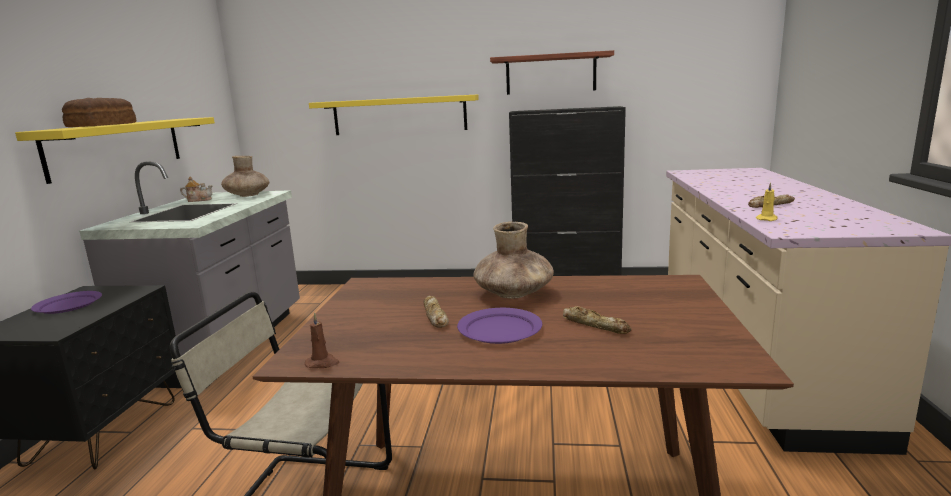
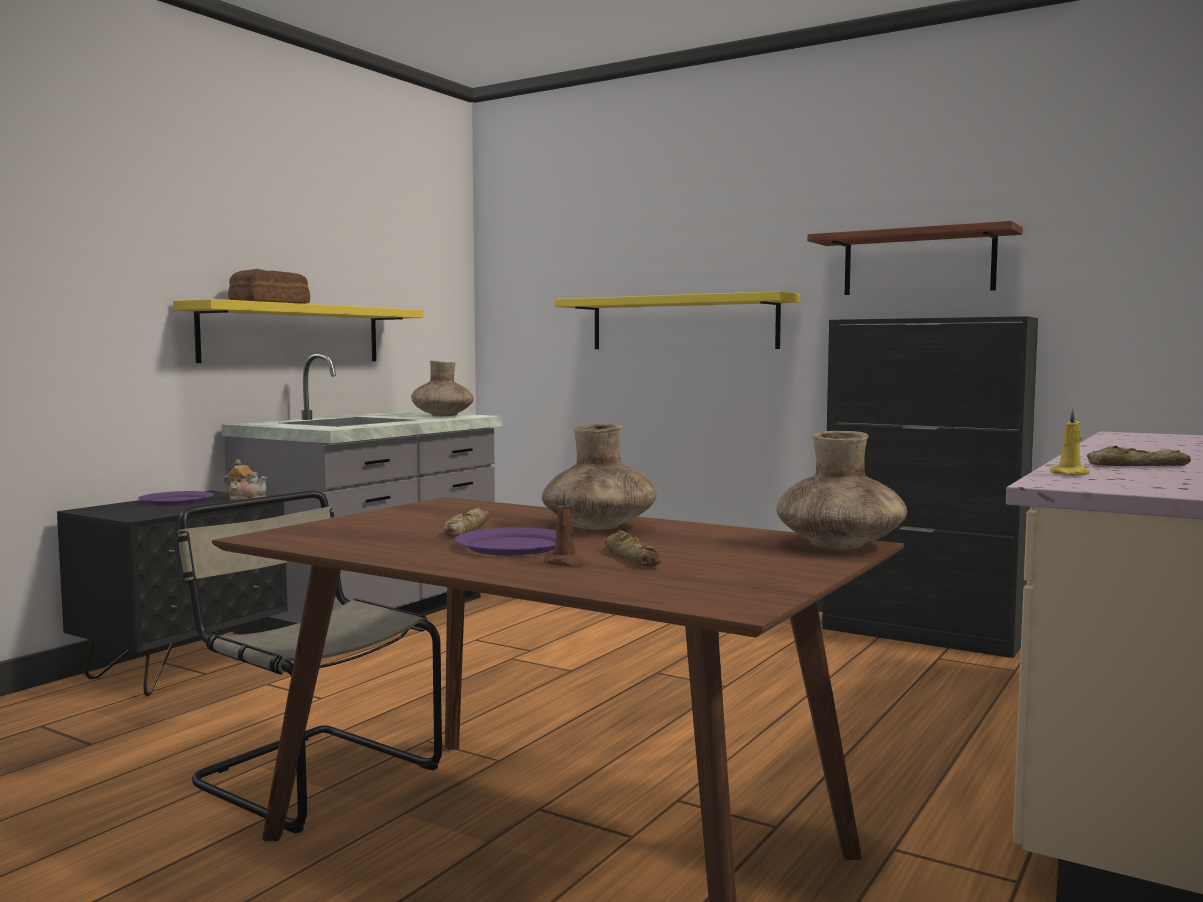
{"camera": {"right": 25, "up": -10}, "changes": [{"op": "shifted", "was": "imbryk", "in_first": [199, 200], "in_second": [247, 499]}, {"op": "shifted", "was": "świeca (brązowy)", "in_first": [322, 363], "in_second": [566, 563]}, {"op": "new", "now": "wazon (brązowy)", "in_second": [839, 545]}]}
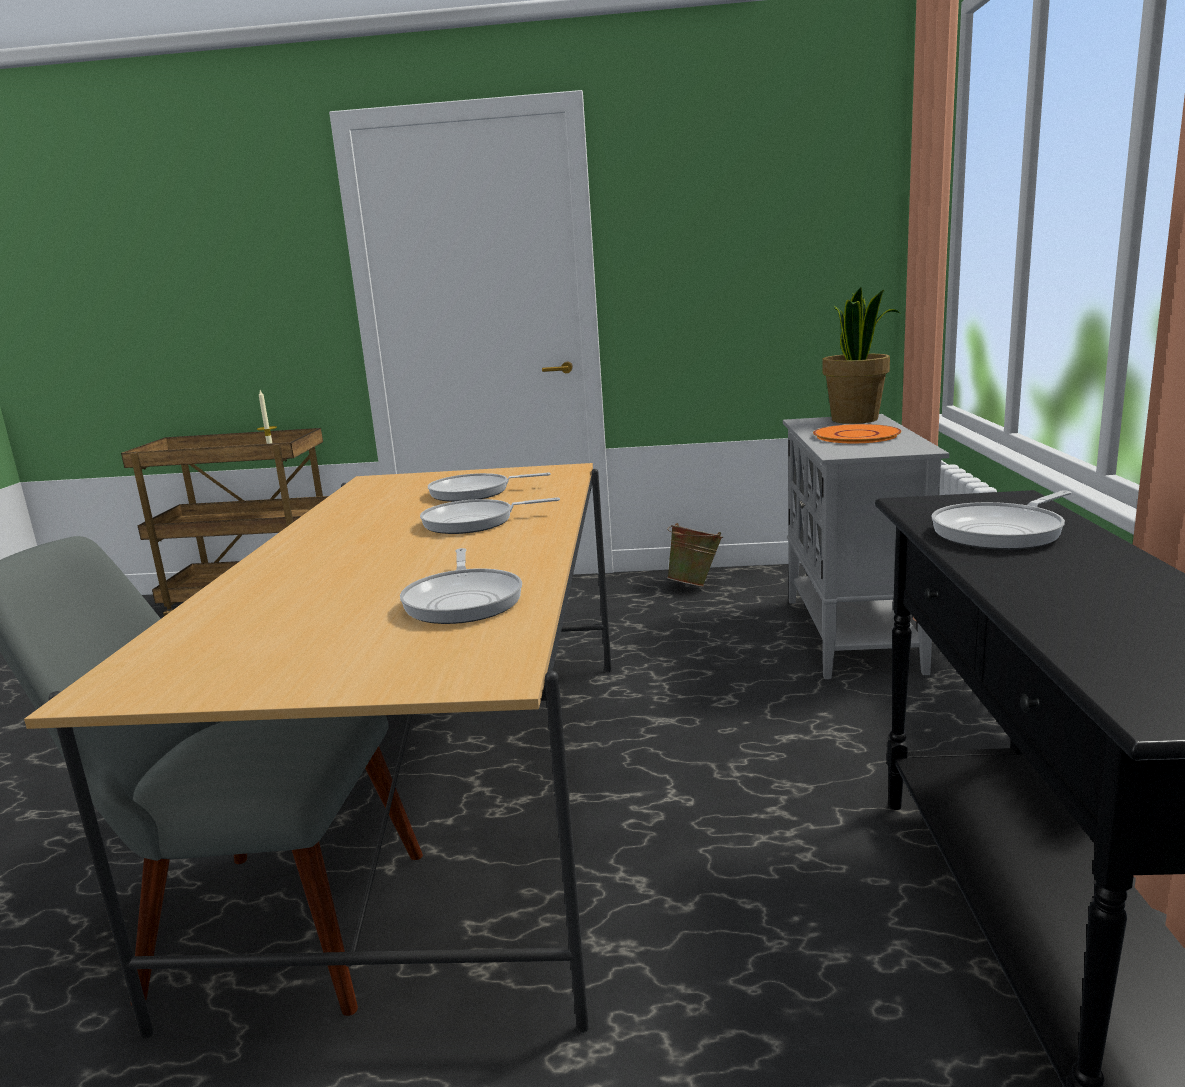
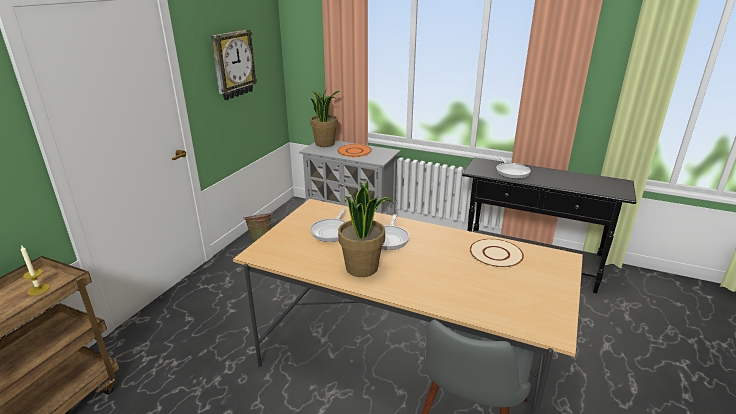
{"camera": {"right": -70, "up": 10}, "changes": [{"op": "swapped", "was": "patelnia", "now": "talerz (beżowy)", "in_first": [464, 601], "in_second": [495, 254]}, {"op": "new", "now": "zegar ścienny", "in_second": [233, 64]}, {"op": "new", "now": "roślina doniczkowa", "in_second": [362, 268]}]}
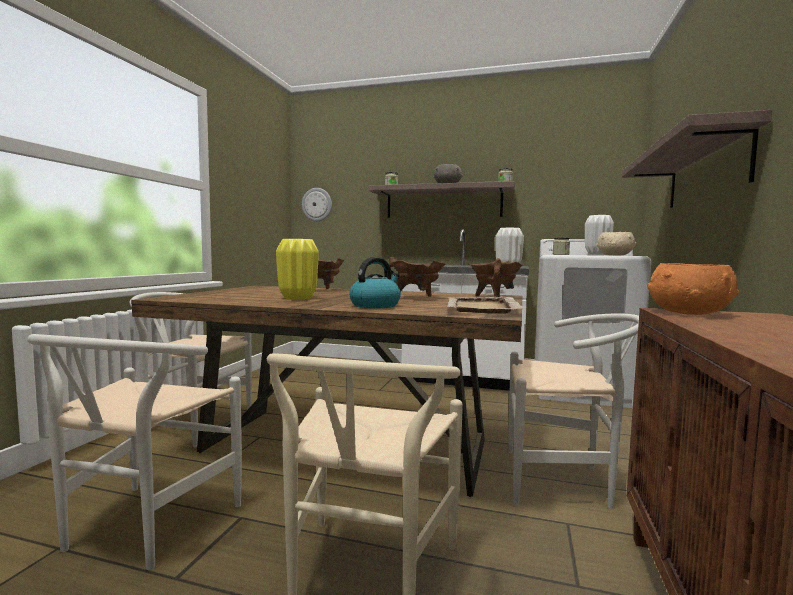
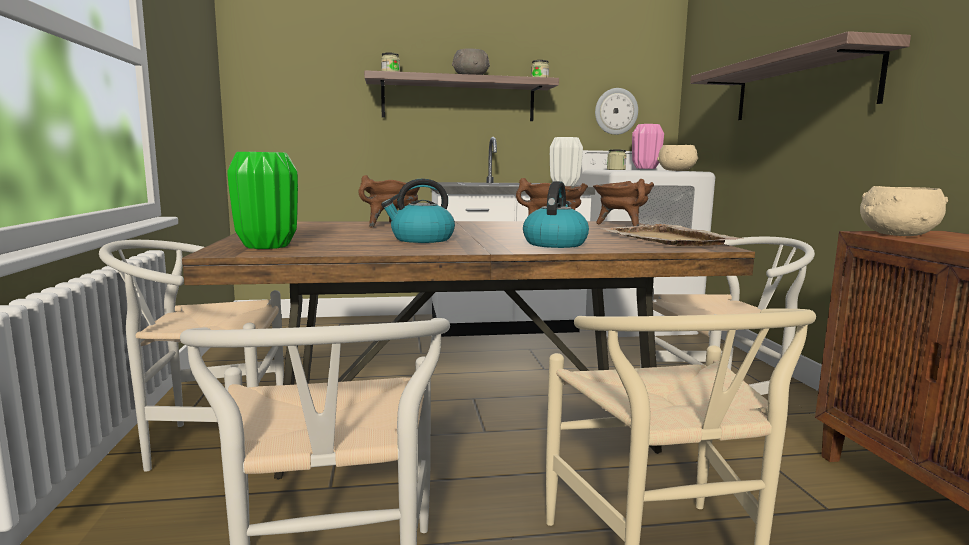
{"camera": {"right": -25, "up": 5}, "changes": [{"op": "shifted", "was": "zegar ścienny", "in_first": [317, 204], "in_second": [616, 111]}, {"op": "repainted", "was": "wazon (biały)", "now": "wazon (różowy)", "in_first": [597, 254], "in_second": [645, 168]}, {"op": "swapped", "was": "wazon (żółty)", "now": "czajnik", "in_first": [298, 298], "in_second": [421, 239]}, {"op": "repainted", "was": "miska (pomarańczowy)", "now": "miska (beżowy)", "in_first": [687, 313], "in_second": [896, 234]}, {"op": "new", "now": "wazon (zielony)", "in_second": [267, 246]}]}
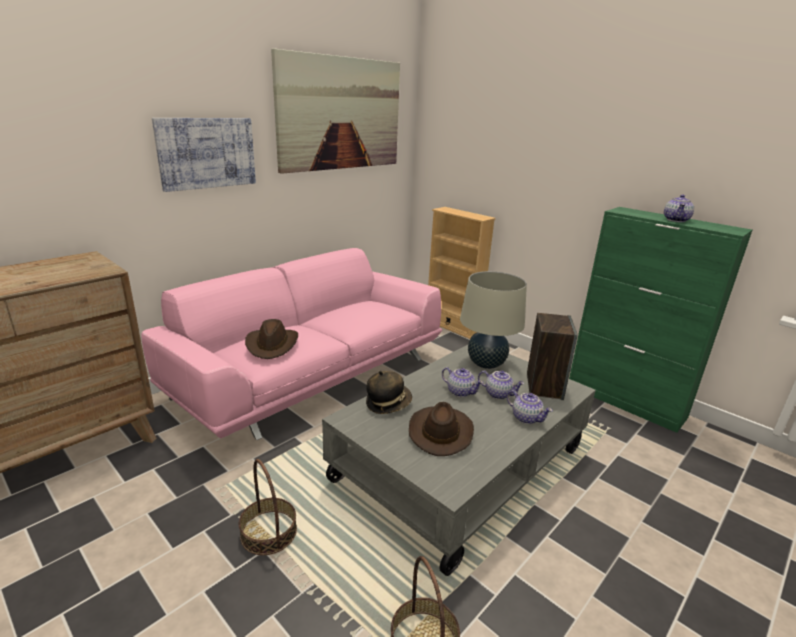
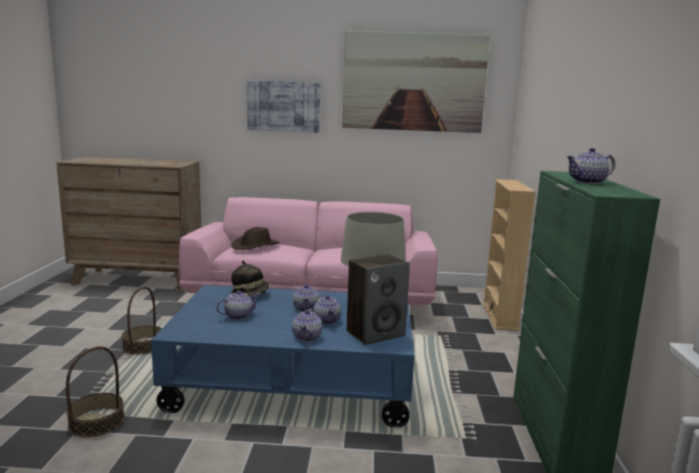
{"camera": {"right": 50, "up": -10}, "changes": [{"op": "repainted", "was": "ława (szary)", "now": "ława (niebieski)", "in_first": [460, 464], "in_second": [293, 381]}, {"op": "swapped", "was": "kapelusz (brązowy)", "now": "imbryk", "in_first": [440, 432], "in_second": [238, 315]}]}
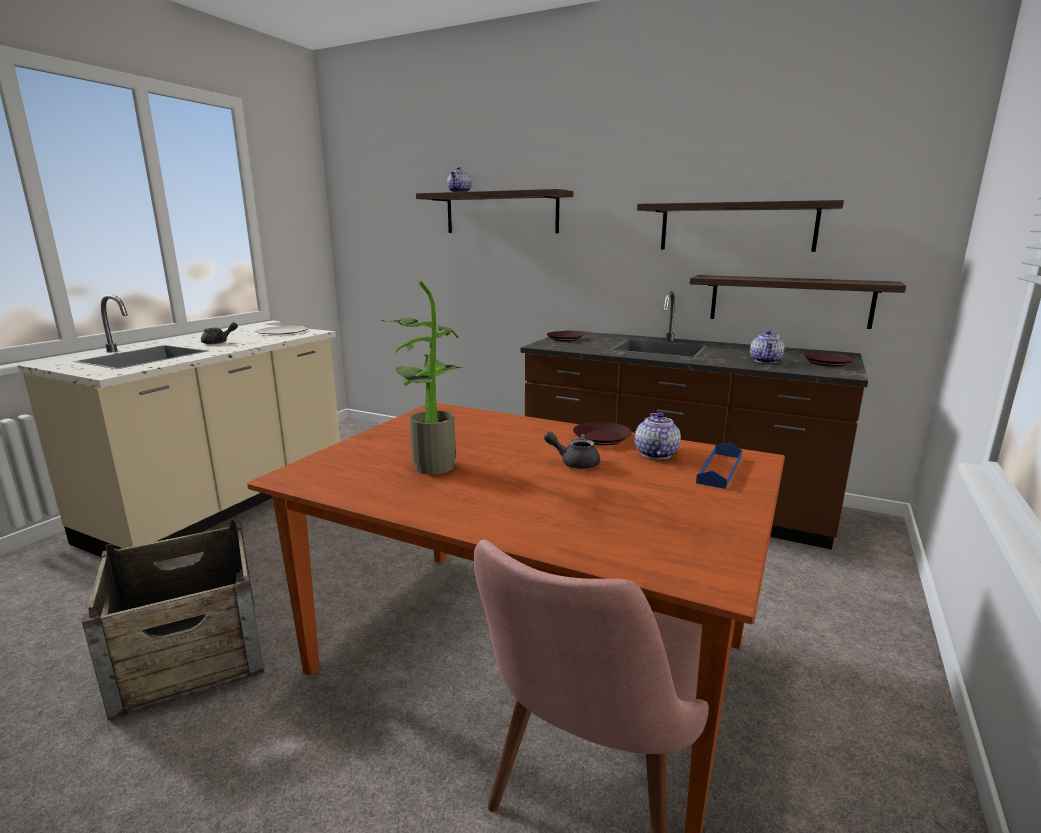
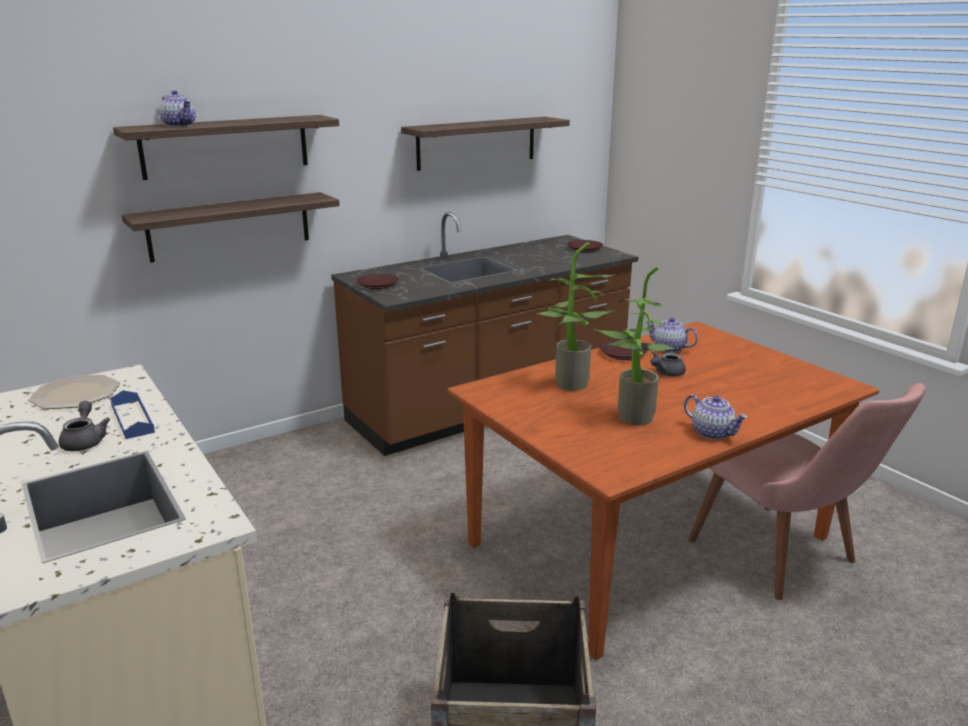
{"camera": {"right": -60, "up": 5}, "changes": [{"op": "shifted", "was": "półka", "in_first": [789, 301], "in_second": [230, 226]}, {"op": "shifted", "was": "imbryk", "in_first": [766, 361], "in_second": [713, 433]}, {"op": "shifted", "was": "taca (niebieski)", "in_first": [719, 470], "in_second": [132, 418]}, {"op": "new", "now": "roślina doniczkowa", "in_second": [569, 386]}]}
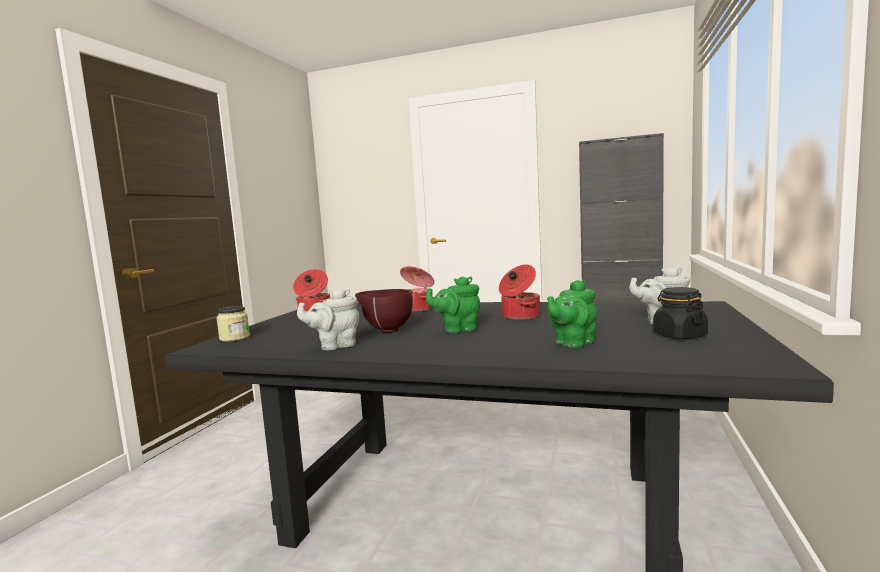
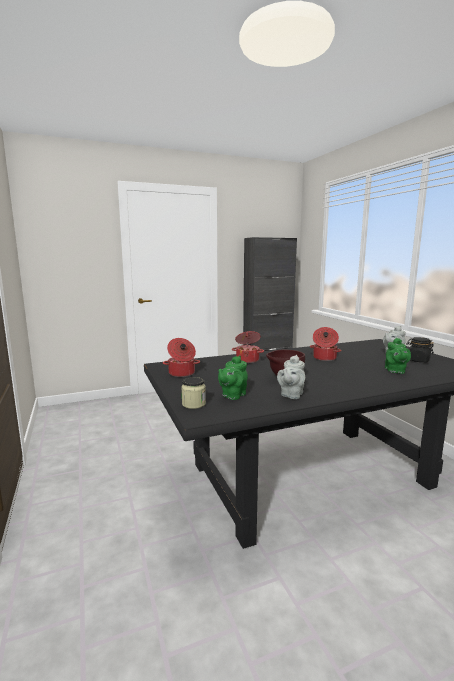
{"camera": {"right": -40, "up": 5}, "changes": [{"op": "shifted", "was": "imbryk (zielony)", "in_first": [457, 329], "in_second": [232, 395]}]}
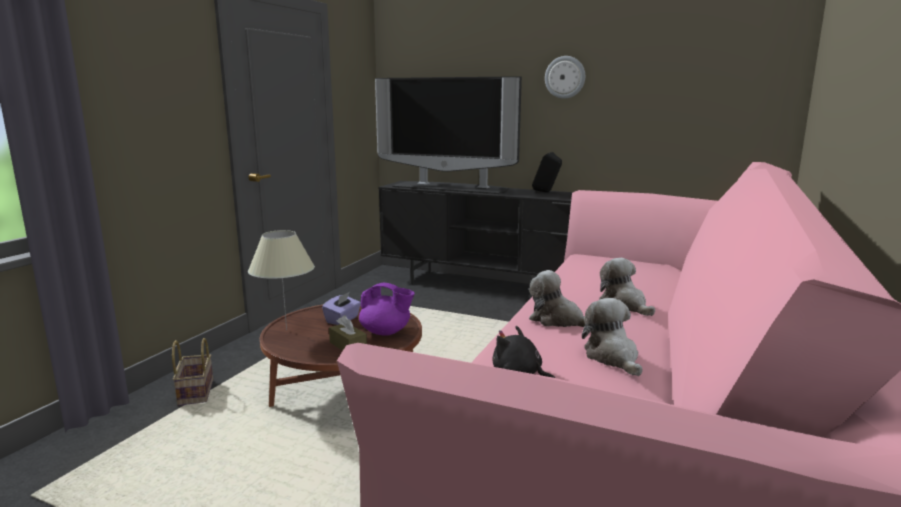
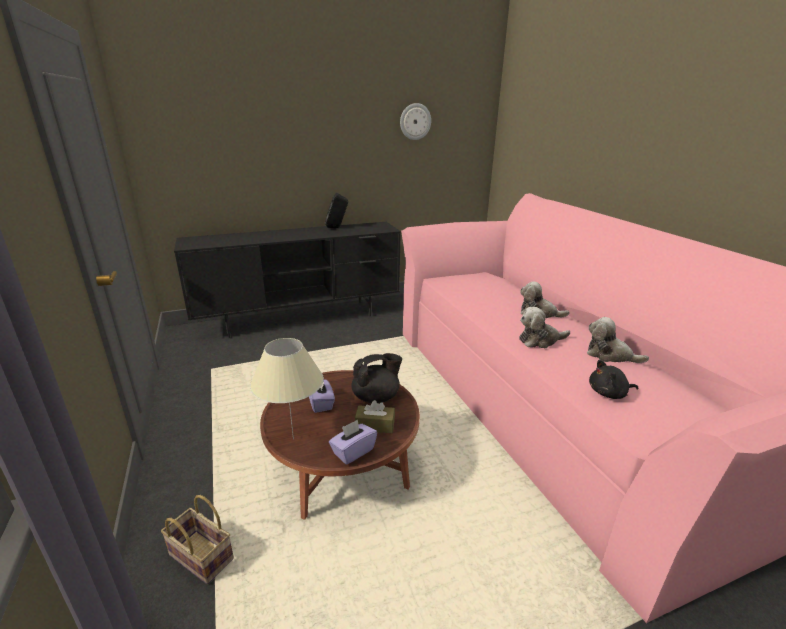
{"camera": {"right": -45, "up": 10}, "changes": [{"op": "shifted", "was": "zegar ścienny", "in_first": [565, 77], "in_second": [415, 121]}, {"op": "gone", "was": "telewizor", "in_first": [451, 187]}, {"op": "repainted", "was": "imbryk (fioletowy)", "now": "imbryk (czarny)", "in_first": [386, 332], "in_second": [376, 397]}, {"op": "new", "now": "pudełko chusteczek (fioletowy)", "in_second": [353, 451]}]}
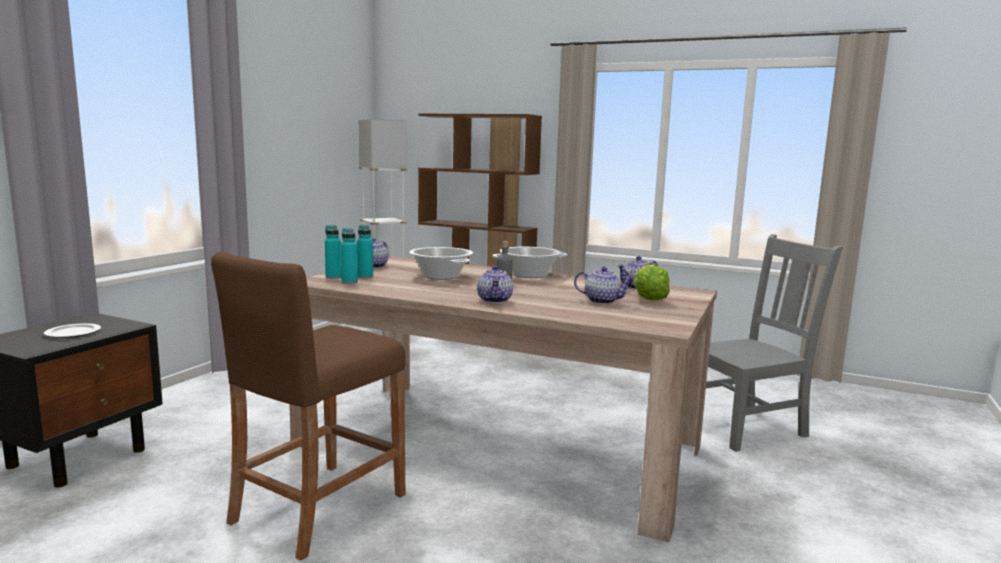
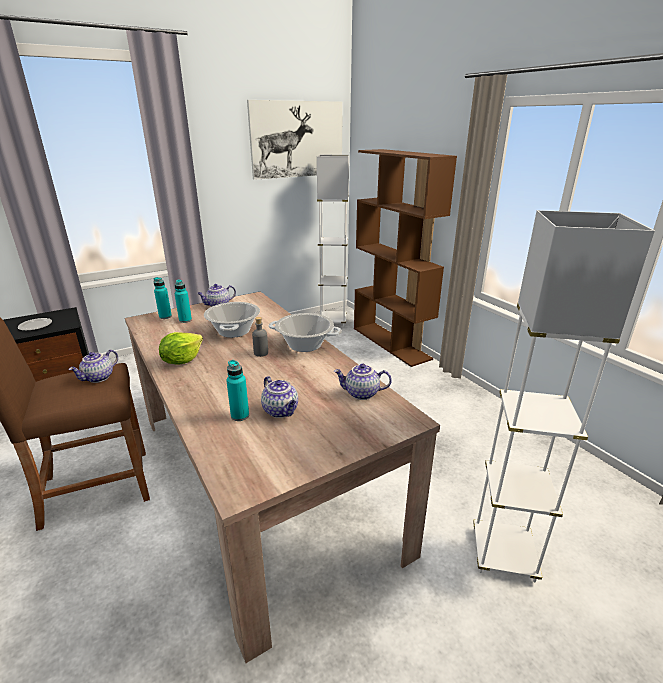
{"camera": {"right": 35, "up": 15}, "changes": [{"op": "shifted", "was": "butelka (turkusowy)", "in_first": [349, 282], "in_second": [240, 416]}, {"op": "swapped", "was": "krzesło (szary)", "now": "lampa stojąca (biały)", "in_first": [747, 427], "in_second": [503, 554]}, {"op": "shifted", "was": "imbryk", "in_first": [495, 300], "in_second": [98, 378]}, {"op": "shifted", "was": "sałata", "in_first": [648, 299], "in_second": [182, 360]}, {"op": "new", "now": "obraz", "in_second": [297, 139]}]}
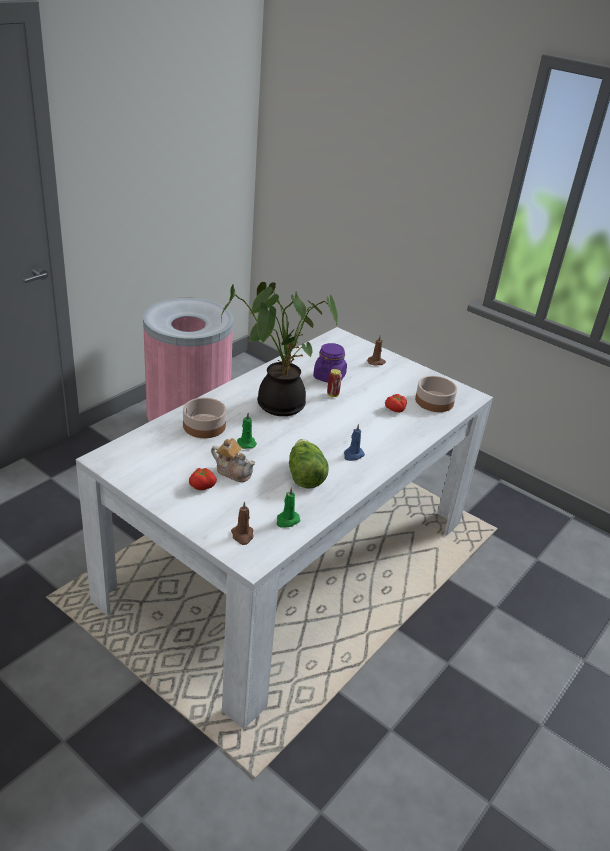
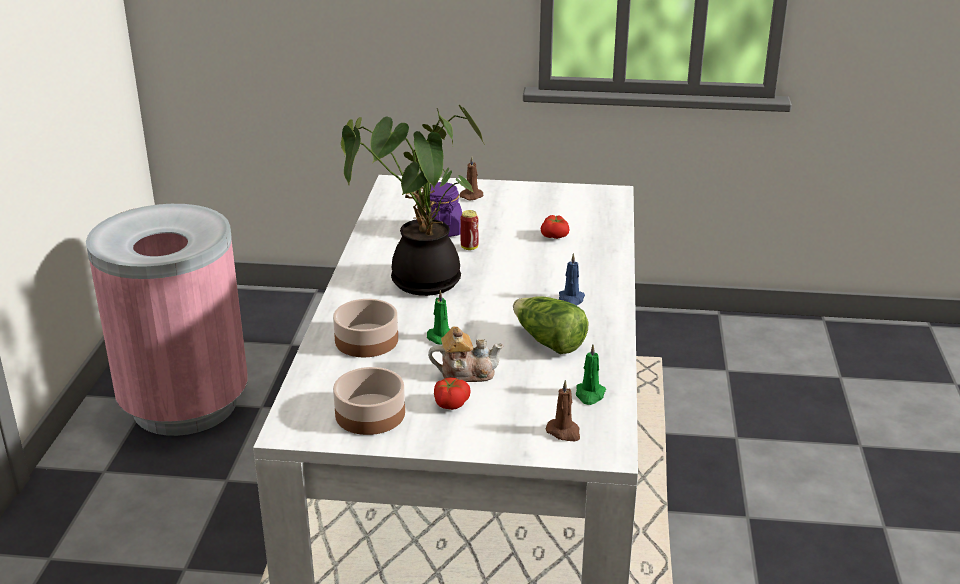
{"camera": {"right": -30, "up": -5}, "changes": [{"op": "shifted", "was": "miska", "in_first": [433, 401], "in_second": [369, 414]}]}
